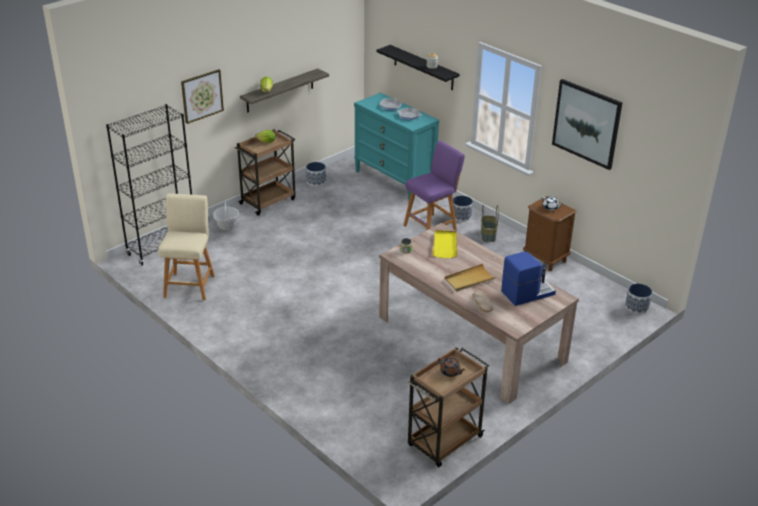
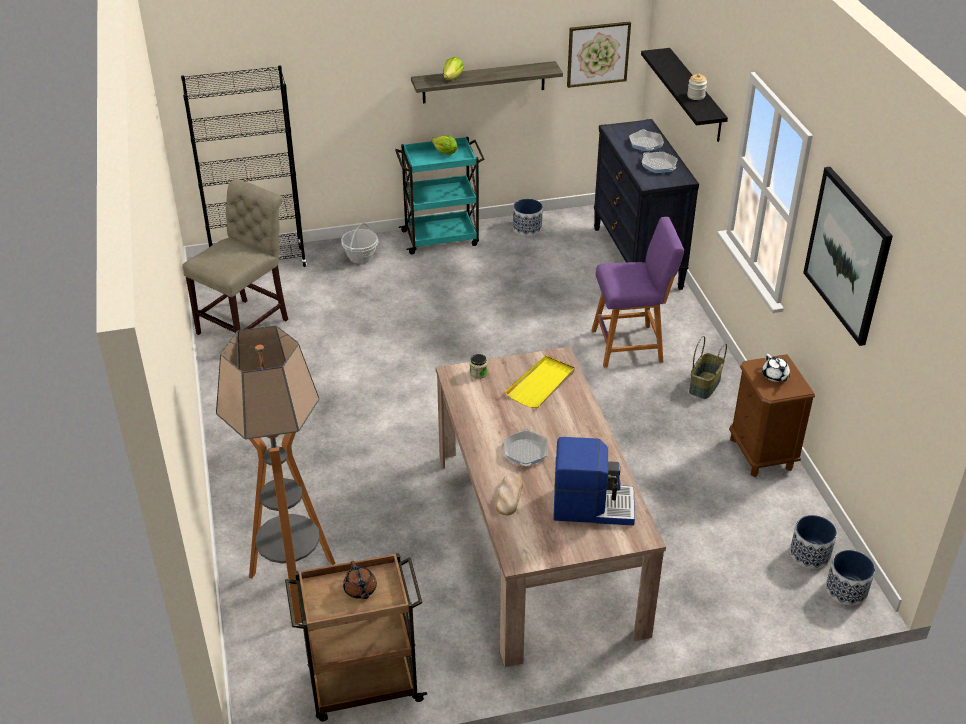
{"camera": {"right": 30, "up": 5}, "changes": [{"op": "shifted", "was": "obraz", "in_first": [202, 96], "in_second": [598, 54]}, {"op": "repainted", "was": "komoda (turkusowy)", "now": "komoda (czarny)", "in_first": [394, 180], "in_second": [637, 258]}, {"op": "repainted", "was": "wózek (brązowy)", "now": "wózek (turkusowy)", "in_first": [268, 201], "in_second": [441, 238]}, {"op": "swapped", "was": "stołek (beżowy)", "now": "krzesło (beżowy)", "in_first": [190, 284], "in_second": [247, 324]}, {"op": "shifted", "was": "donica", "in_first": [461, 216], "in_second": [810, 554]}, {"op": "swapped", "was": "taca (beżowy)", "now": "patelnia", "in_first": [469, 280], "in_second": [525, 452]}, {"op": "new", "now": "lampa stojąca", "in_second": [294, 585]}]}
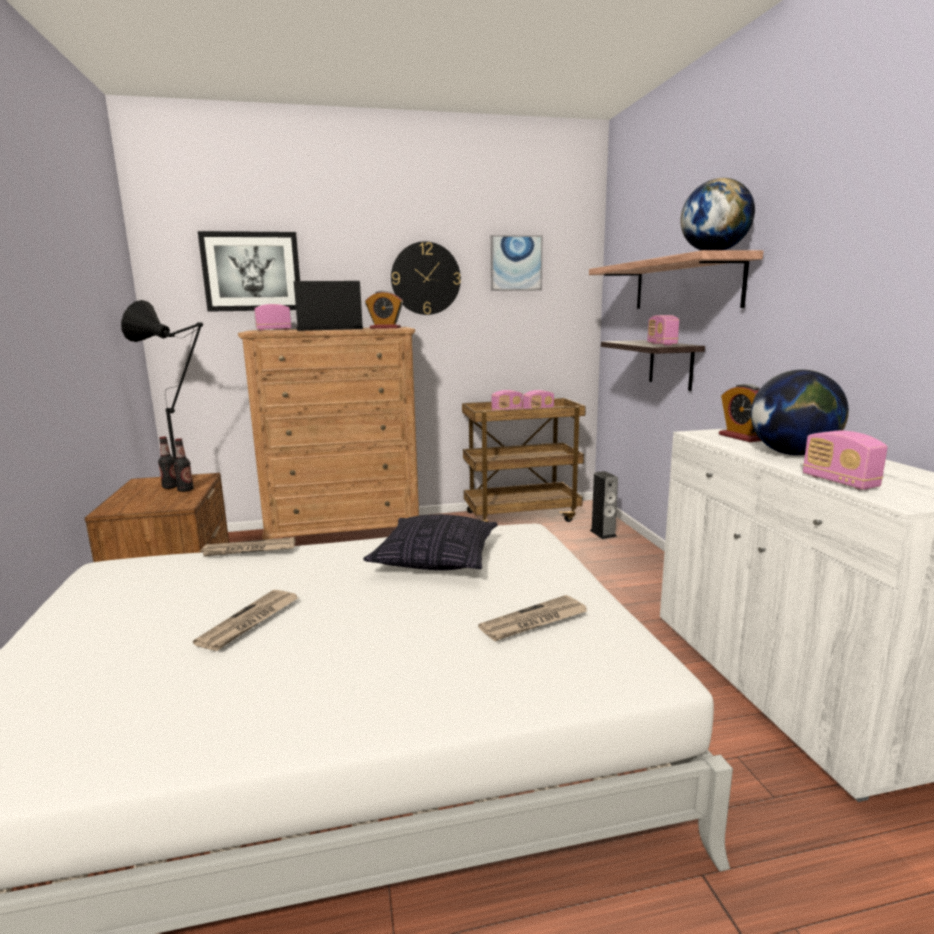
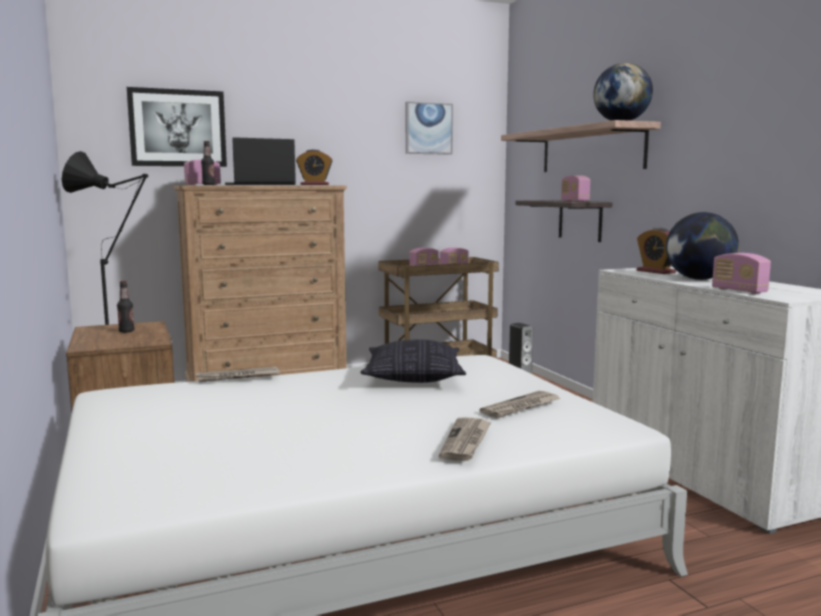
{"camera": {"right": -10, "up": -5}, "changes": [{"op": "gone", "was": "zegar ścienny", "in_first": [425, 278]}, {"op": "shifted", "was": "butelka", "in_first": [185, 490], "in_second": [208, 185]}, {"op": "shifted", "was": "gazeta", "in_first": [250, 622], "in_second": [466, 441]}]}
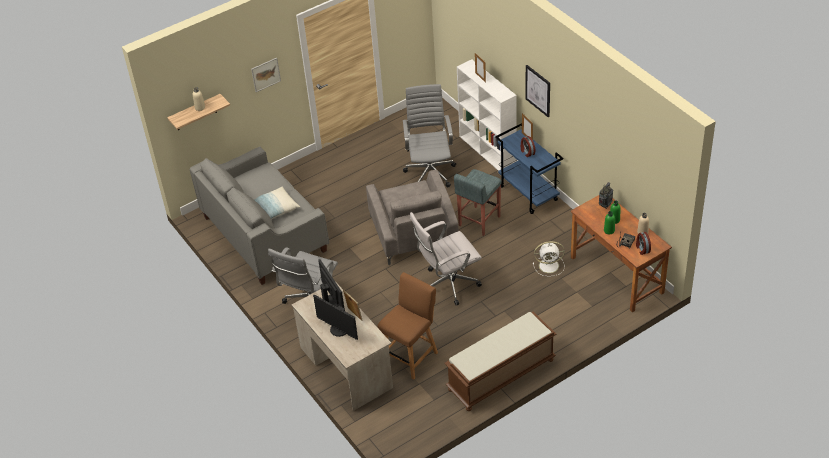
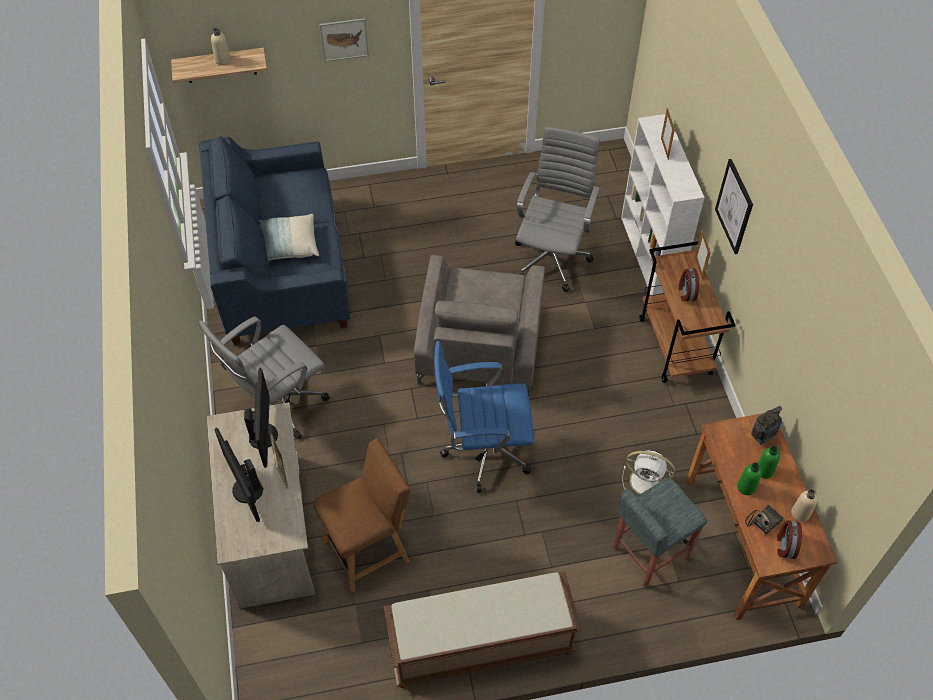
{"camera": {"right": 20, "up": 10}, "changes": [{"op": "repainted", "was": "wózek (niebieski)", "now": "wózek (brązowy)", "in_first": [529, 193], "in_second": [675, 347]}, {"op": "repainted", "was": "kanapa (szary)", "now": "kanapa (niebieski)", "in_first": [265, 234], "in_second": [282, 268]}, {"op": "shifted", "was": "stołek (szary)", "in_first": [479, 221], "in_second": [649, 553]}, {"op": "repainted", "was": "krzesło biurowe (biały)", "now": "krzesło biurowe (niebieski)", "in_first": [448, 285], "in_second": [482, 452]}]}
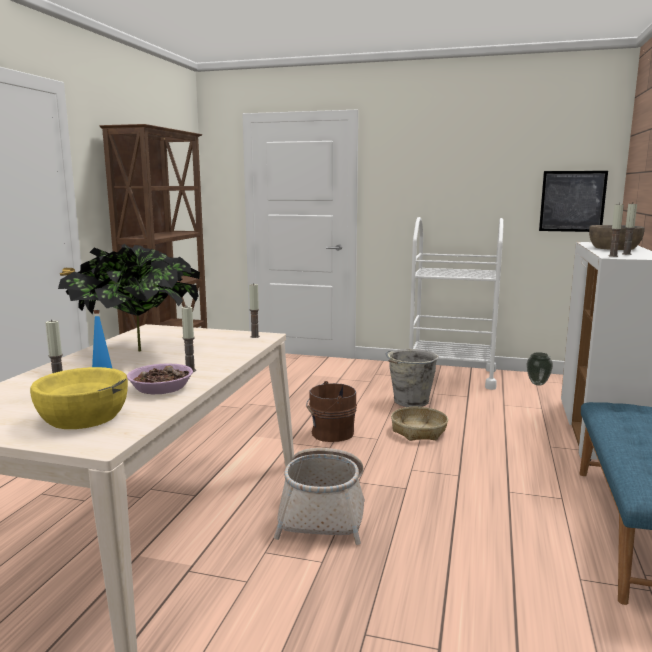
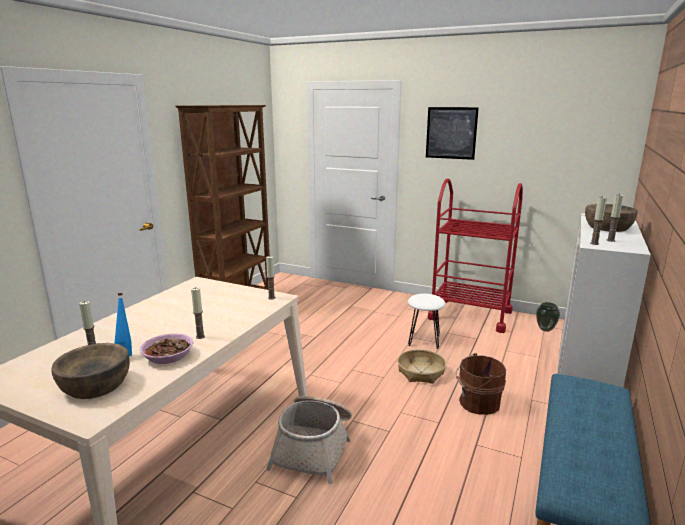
{"camera": {"right": 10, "up": 5}, "changes": [{"op": "shifted", "was": "obraz", "in_first": [572, 201], "in_second": [451, 133]}, {"op": "repainted", "was": "wózek (biały)", "now": "wózek (czerwony)", "in_first": [451, 376], "in_second": [470, 315]}, {"op": "gone", "was": "roślina doniczkowa", "in_first": [136, 351]}, {"op": "swapped", "was": "wiadro (szary)", "now": "stołek (biały)", "in_first": [410, 401], "in_second": [424, 340]}, {"op": "repainted", "was": "miska (żółty)", "now": "miska (brązowy)", "in_first": [83, 416], "in_second": [96, 384]}, {"op": "shifted", "was": "wiadro (brązowy)", "in_first": [330, 433], "in_second": [477, 403]}]}
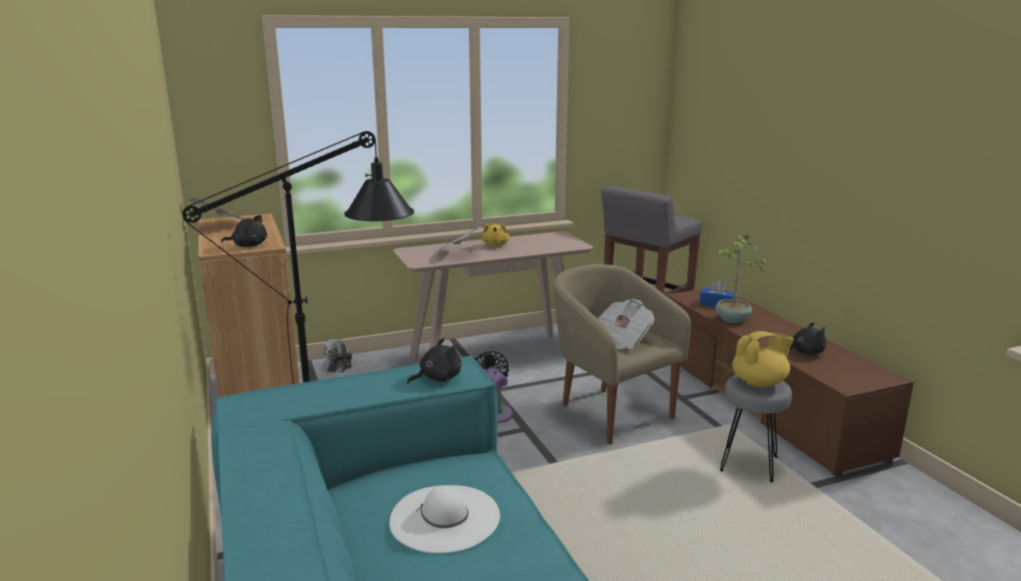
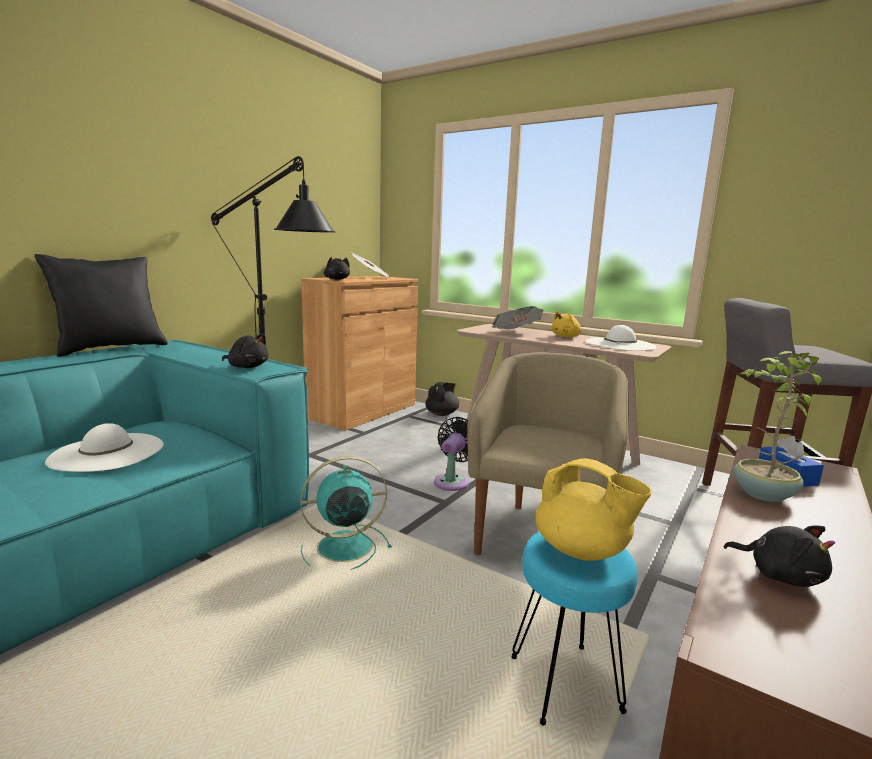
{"camera": {"right": 55, "up": -5}, "changes": [{"op": "gone", "was": "gazeta", "in_first": [620, 340]}, {"op": "swapped", "was": "pluszak", "now": "imbryk (czarny)", "in_first": [339, 365], "in_second": [442, 414]}, {"op": "repainted", "was": "stołek (szary)", "now": "stołek (turkusowy)", "in_first": [749, 465], "in_second": [564, 685]}, {"op": "new", "now": "poduszka (czarny)", "in_second": [111, 348]}, {"op": "new", "now": "kapelusz (biały)", "in_second": [620, 344]}, {"op": "new", "now": "wentylator (turkusowy)", "in_second": [342, 547]}]}
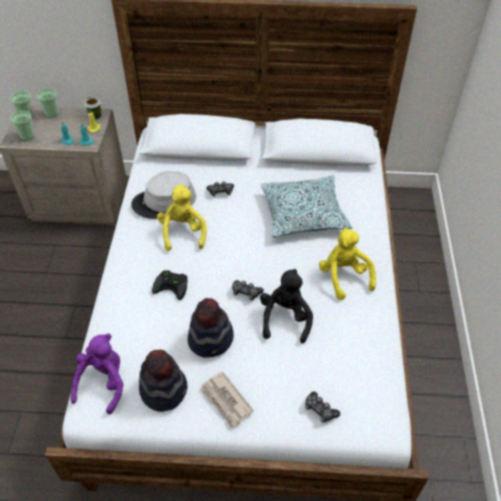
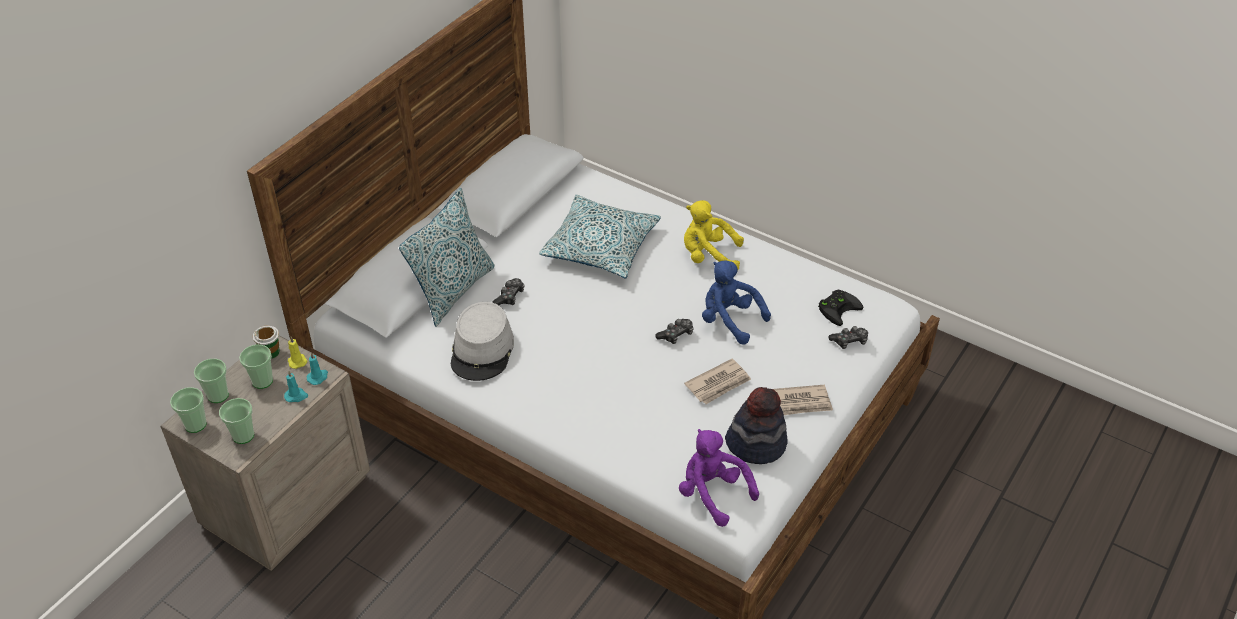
{"camera": {"right": -60, "up": -5}, "changes": [{"op": "gone", "was": "pluszak (żółty)", "in_first": [183, 232]}, {"op": "repainted", "was": "pluszak (czarny)", "now": "pluszak (niebieski)", "in_first": [285, 318], "in_second": [729, 320]}, {"op": "shifted", "was": "pad do gier (czarny)", "in_first": [173, 285], "in_second": [838, 308]}, {"op": "swapped", "was": "kapelusz", "now": "gazeta", "in_first": [211, 339], "in_second": [718, 384]}, {"op": "new", "now": "poduszka", "in_second": [453, 290]}, {"op": "new", "now": "filiżanka", "in_second": [262, 381]}]}
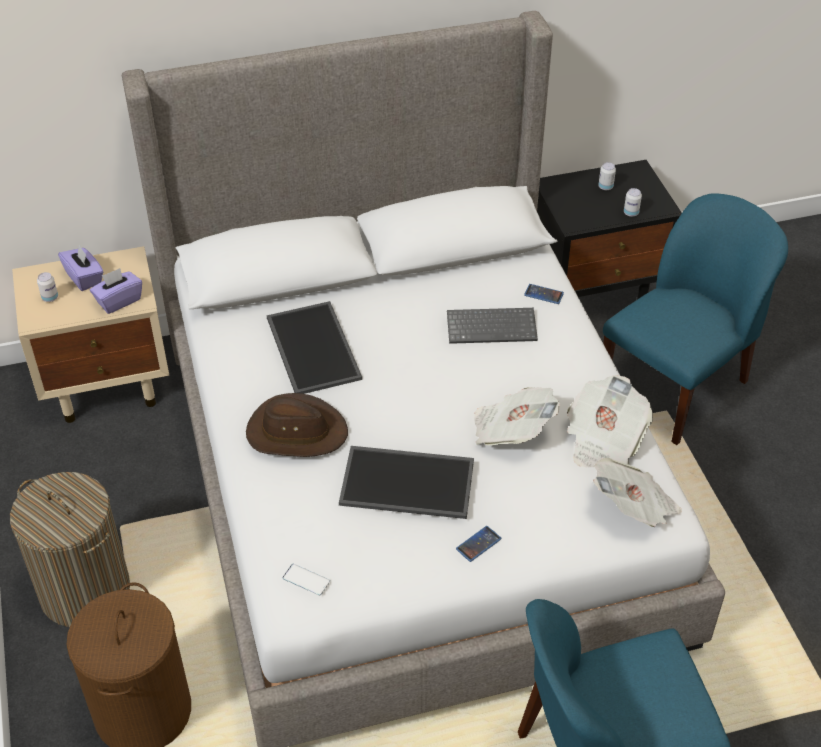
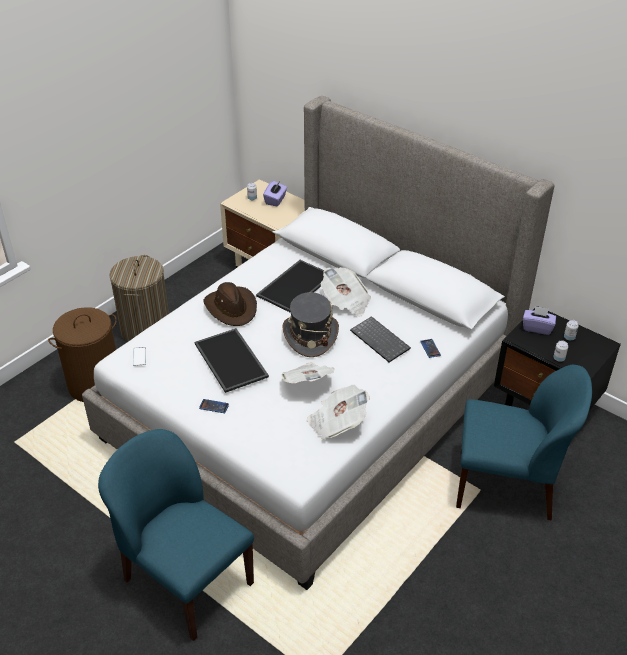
{"camera": {"right": 55, "up": -5}, "changes": [{"op": "shifted", "was": "pudełko chusteczek (fioletowy)", "in_first": [119, 301], "in_second": [537, 328]}, {"op": "shifted", "was": "gazeta", "in_first": [634, 508], "in_second": [346, 302]}, {"op": "new", "now": "kapelusz (szary)", "in_second": [310, 335]}]}
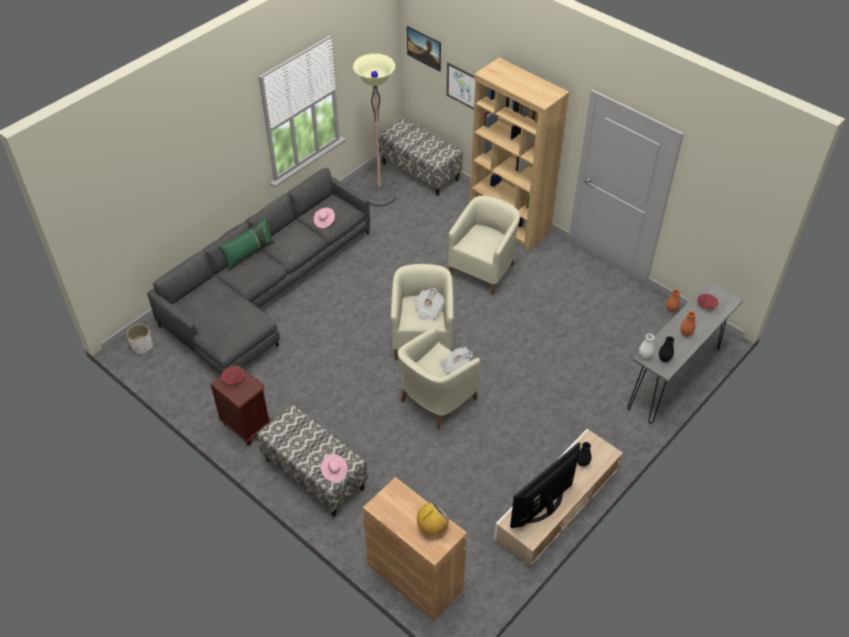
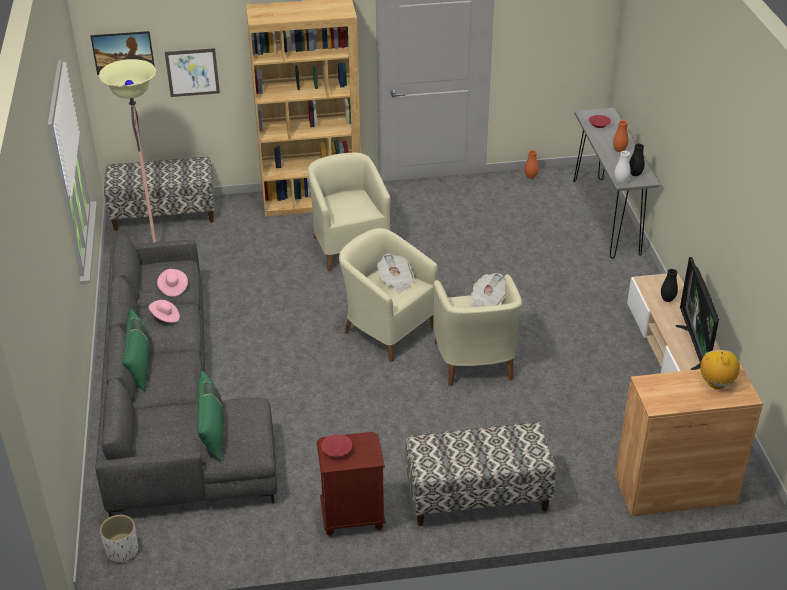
{"camera": {"right": -50, "up": -10}, "changes": [{"op": "shifted", "was": "kapelusz (różowy)", "in_first": [334, 472], "in_second": [165, 317]}, {"op": "new", "now": "poduszka (zielony)", "in_second": [212, 430]}]}
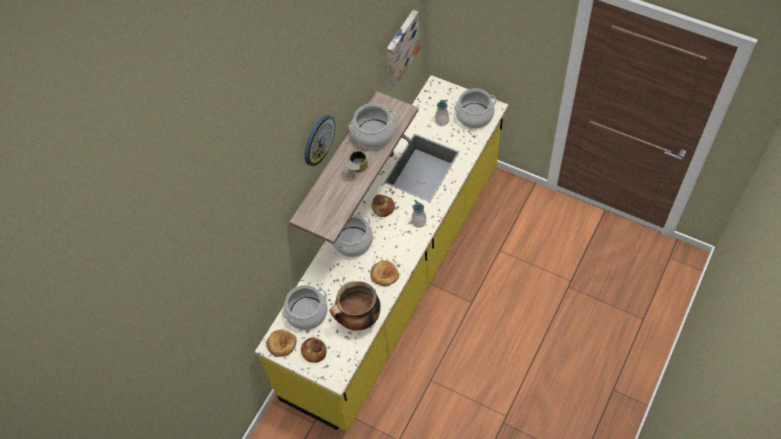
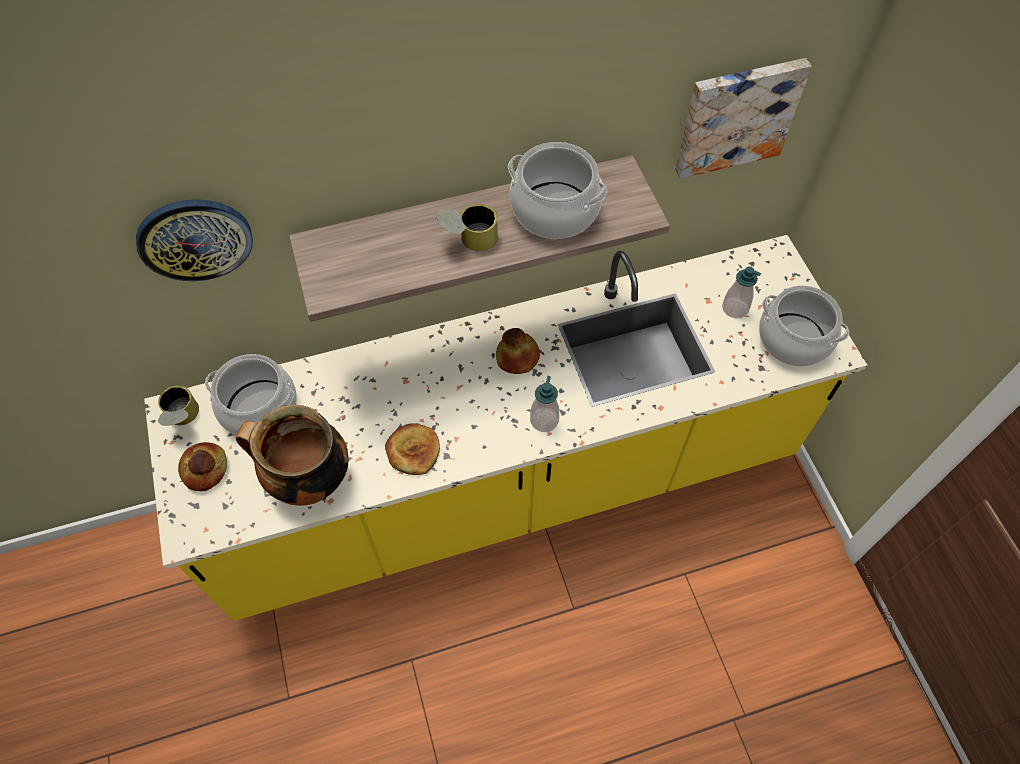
{"camera": {"right": 40, "up": 0}, "changes": [{"op": "shifted", "was": "zegar ścienny", "in_first": [318, 140], "in_second": [195, 239]}, {"op": "gone", "was": "garnek", "in_first": [353, 242]}, {"op": "swapped", "was": "chleb", "now": "puszka", "in_first": [281, 344], "in_second": [182, 420]}]}
